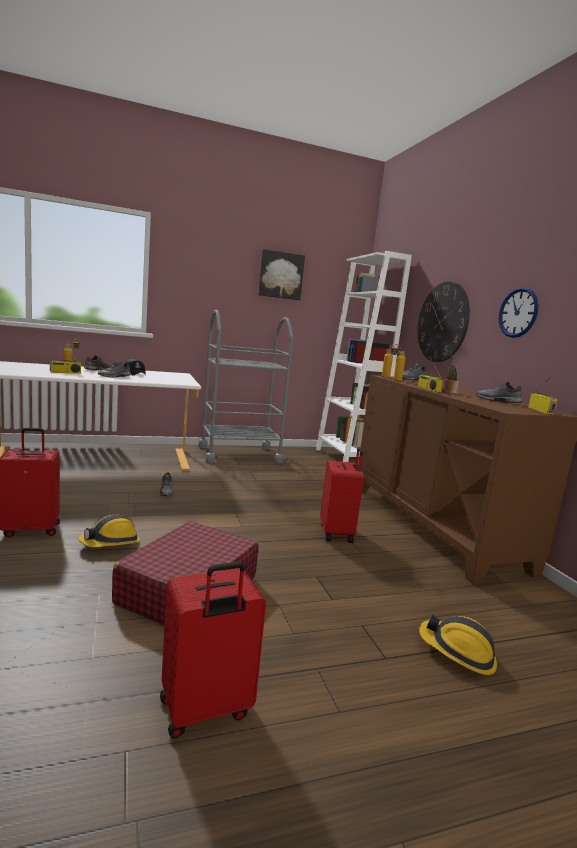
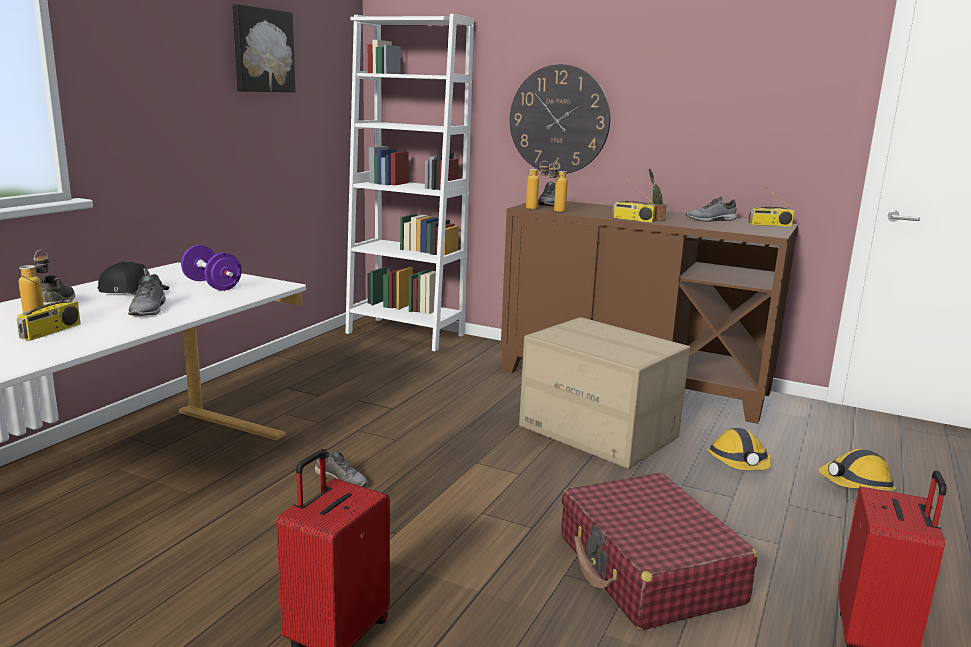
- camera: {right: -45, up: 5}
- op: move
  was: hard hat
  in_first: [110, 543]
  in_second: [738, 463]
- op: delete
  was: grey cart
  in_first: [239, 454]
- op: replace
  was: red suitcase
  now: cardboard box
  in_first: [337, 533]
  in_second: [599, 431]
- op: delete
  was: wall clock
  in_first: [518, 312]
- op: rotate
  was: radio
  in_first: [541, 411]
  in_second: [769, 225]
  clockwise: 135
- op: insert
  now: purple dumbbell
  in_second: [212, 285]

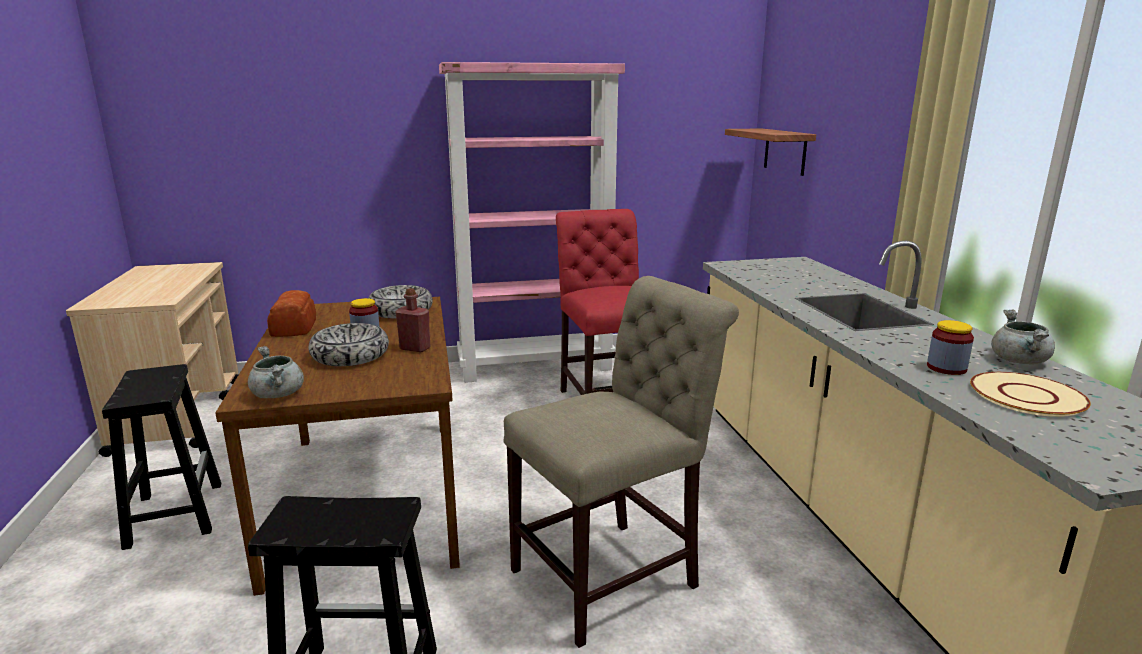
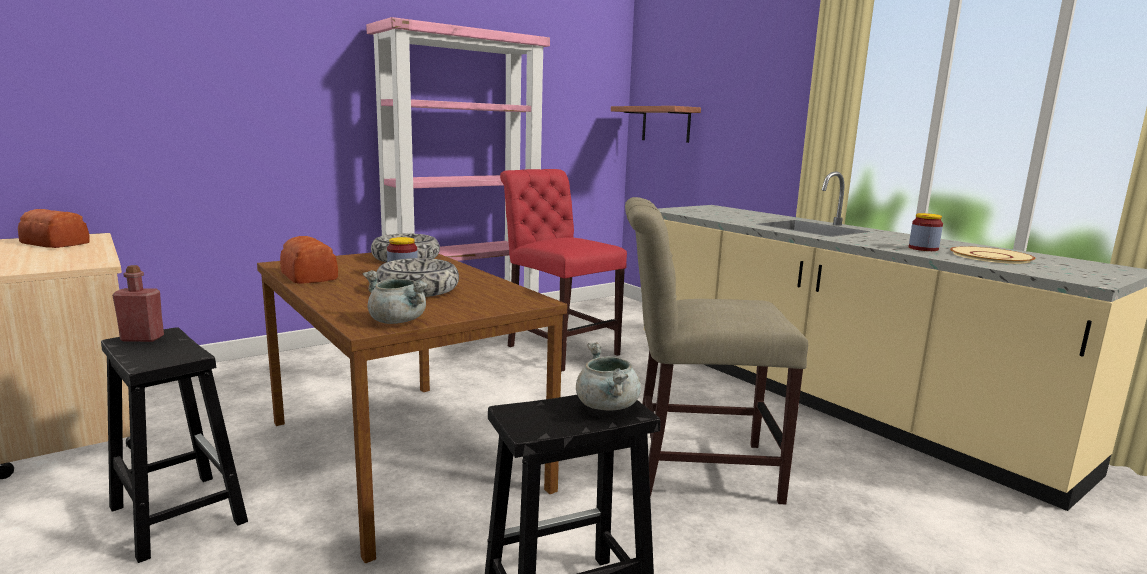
- camera: {right: -25, up: -5}
- op: move
  was: red bottle
  in_first: [415, 348]
  in_second: [142, 338]
- op: rotate
  was: beige chair
  in_first: [613, 575]
  in_second: [693, 468]
  clockwise: -120
- op: move
  was: grey cooking pot
  in_first: [1019, 361]
  in_second: [607, 406]
- op: insert
  now: bread
  in_second: [56, 243]

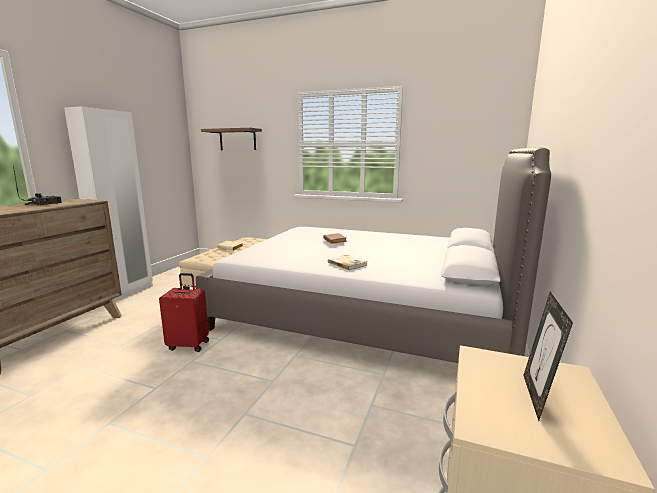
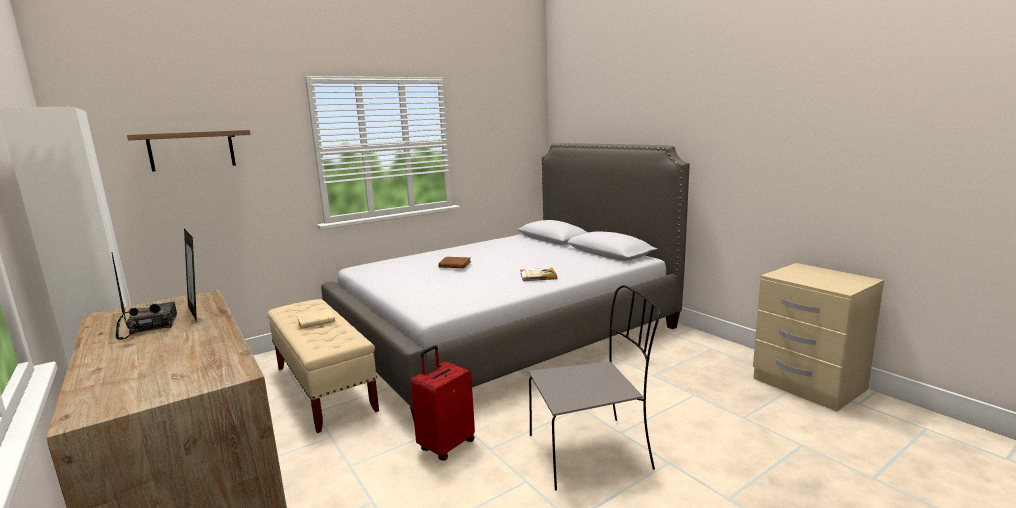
- camera: {right: -55, up: 0}
- op: move
  was: picture frame
  in_first: [537, 397]
  in_second: [197, 312]
- op: insert
  now: grey chair
  in_second: [592, 451]

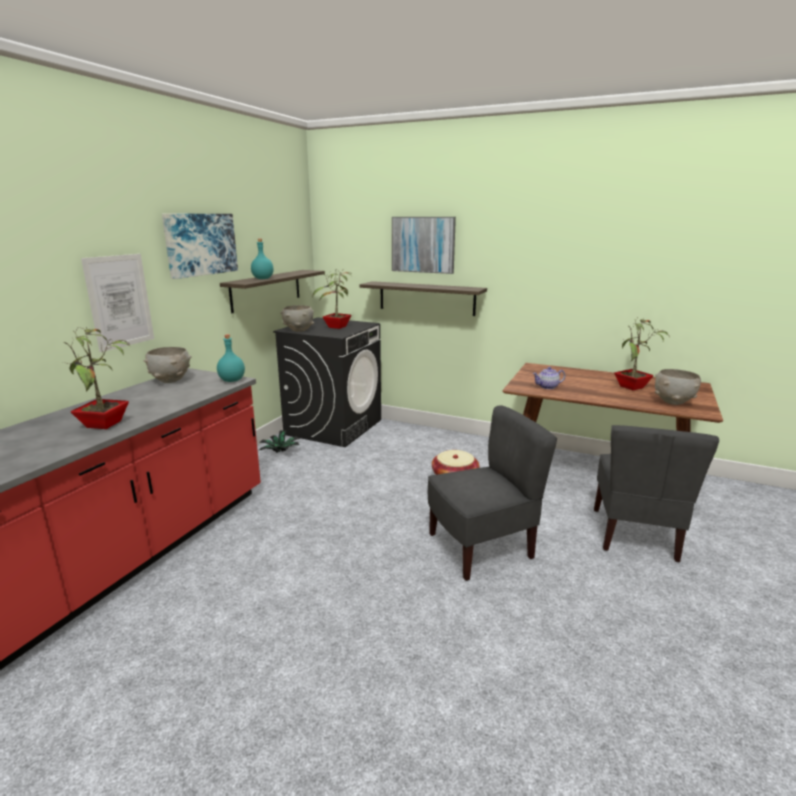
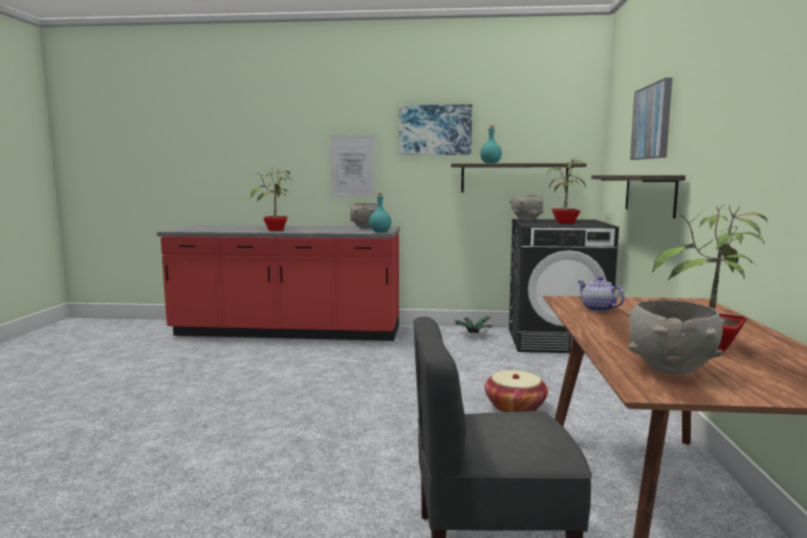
- camera: {right: 70, up: -10}
- op: delete
  was: grey chair
  in_first: [481, 547]

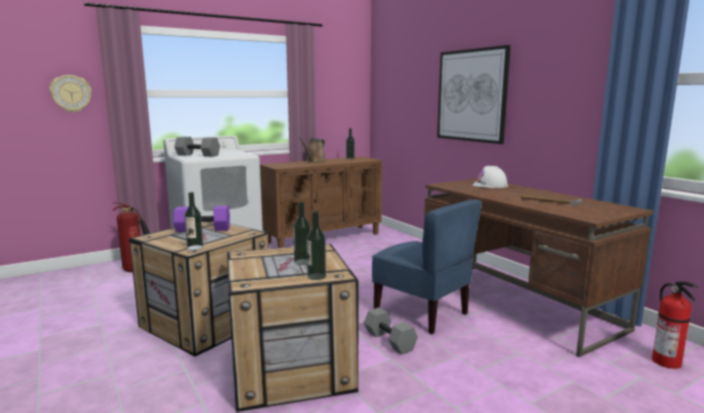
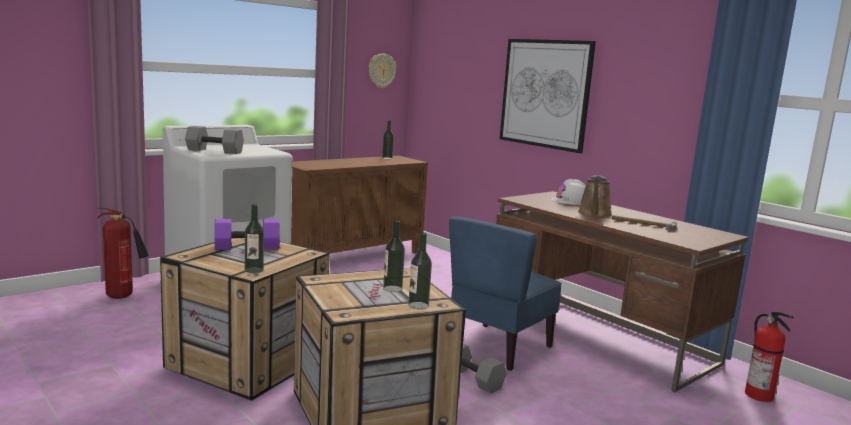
- camera: {right: -10, up: 0}
- op: move
  was: wall clock
  in_first: [71, 93]
  in_second: [381, 71]
- op: move
  was: brown watering can
  in_first: [314, 161]
  in_second: [594, 214]
- op: rotate
  was: blue chair
  in_first: [422, 313]
  in_second: [498, 347]
  clockwise: 90

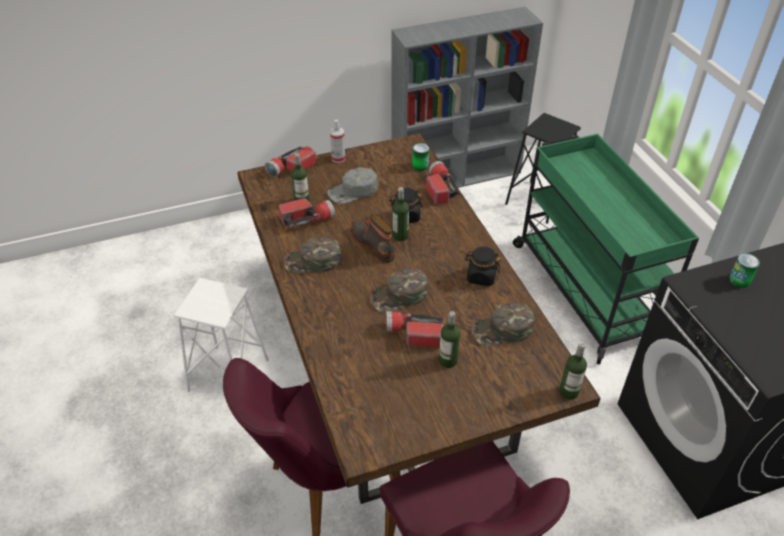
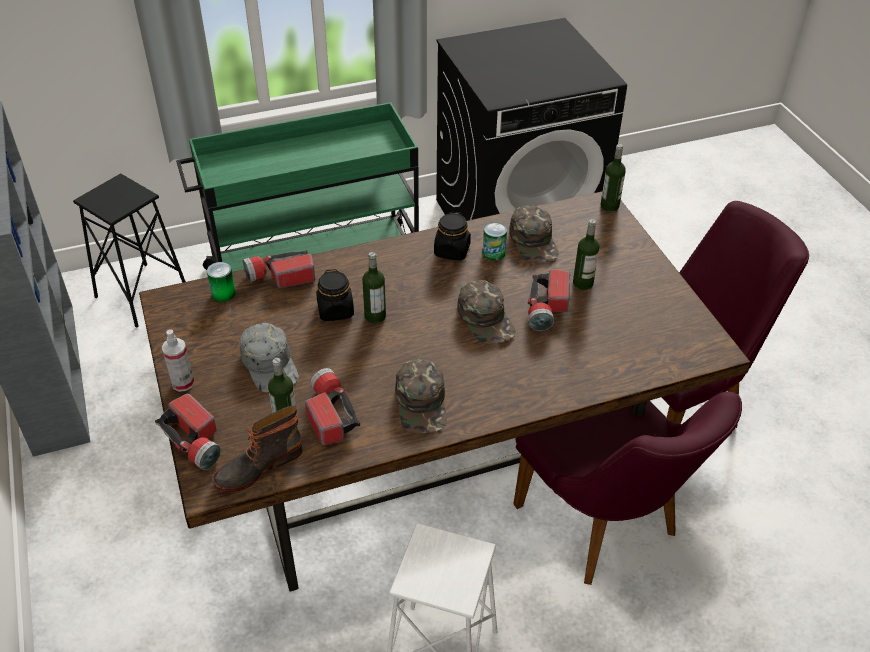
- camera: {right: -90, up: 0}
- op: move
  was: boot
  in_first: [373, 243]
  in_second: [257, 466]
- op: move
  was: can
  in_first: [739, 280]
  in_second: [493, 253]

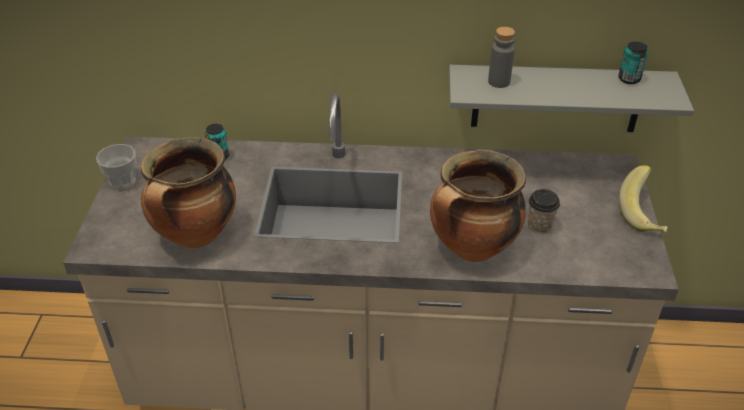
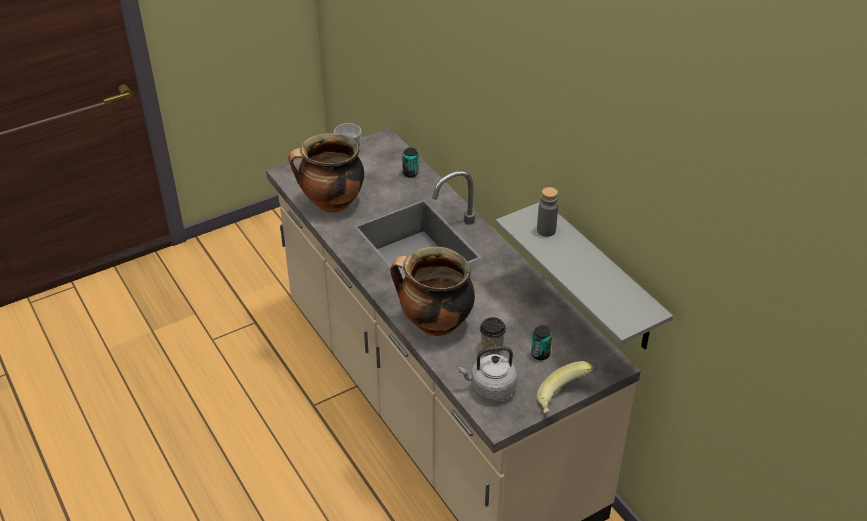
- camera: {right: 55, up: 0}
- op: move
  was: can
  in_first: [629, 79]
  in_second: [540, 354]
- op: insert
  now: grey kettle
  in_second: [490, 388]

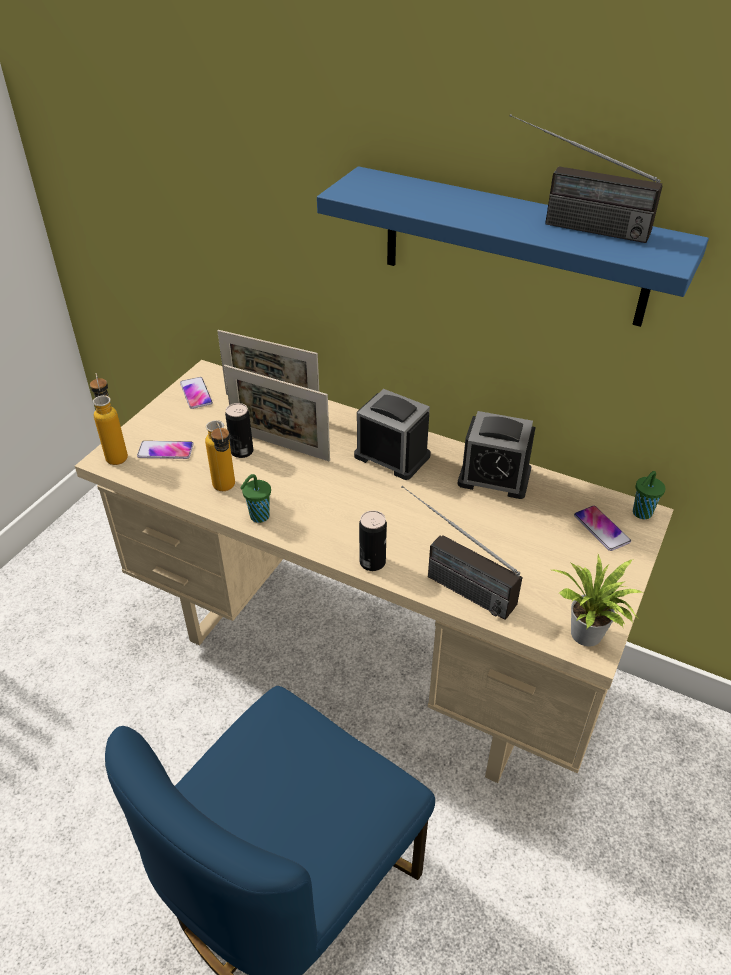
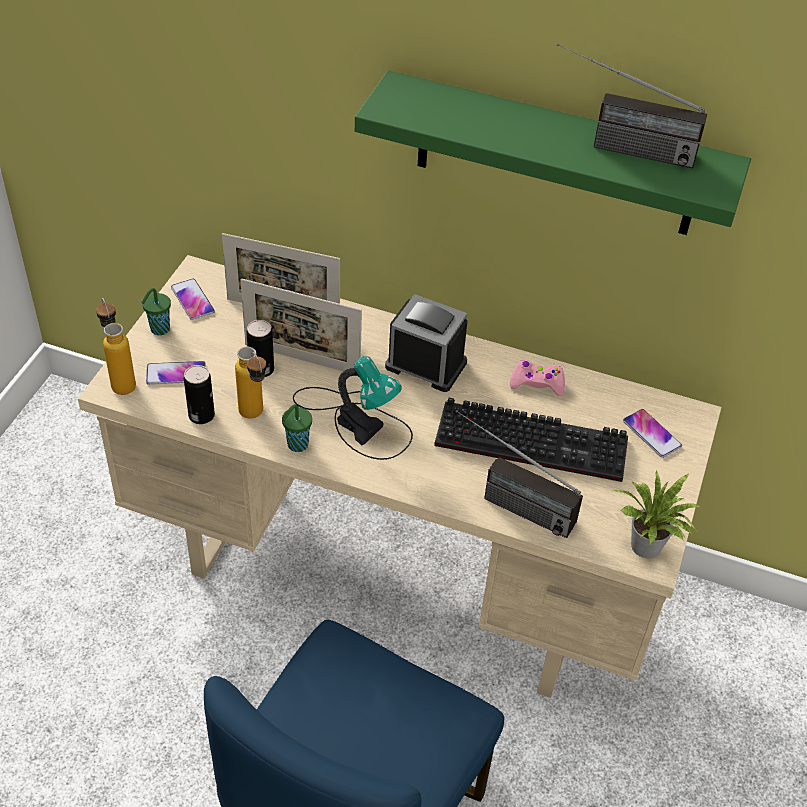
- camera: {right: -10, up: 5}
- op: recolor
  was: blue shelf
  now: green shelf
  in_first: [513, 247]
  in_second: [556, 156]
- op: move
  was: can
  in_first: [372, 562]
  in_second: [201, 415]
- op: replace
  was: alarm clock
  now: pink game controller
  in_first: [494, 477]
  in_second: [537, 383]
- op: move
  was: green cup
  in_first: [641, 513]
  in_second: [159, 330]
- op: insert
  now: table lamp
  in_second: [357, 420]
- op: insert
  now: keyboard
  in_second: [535, 441]

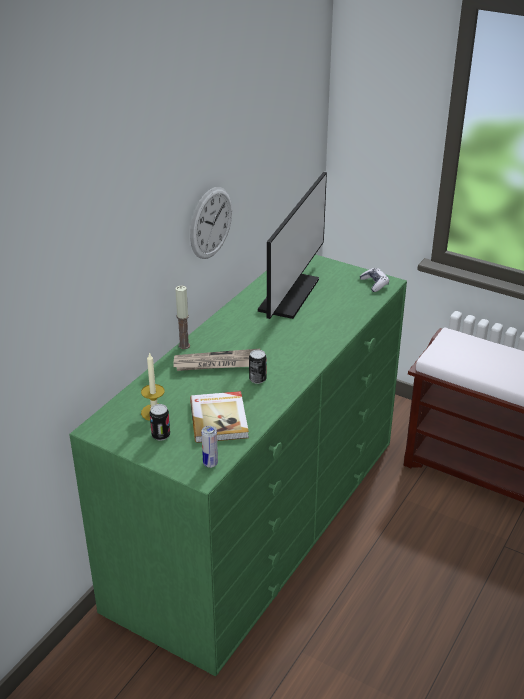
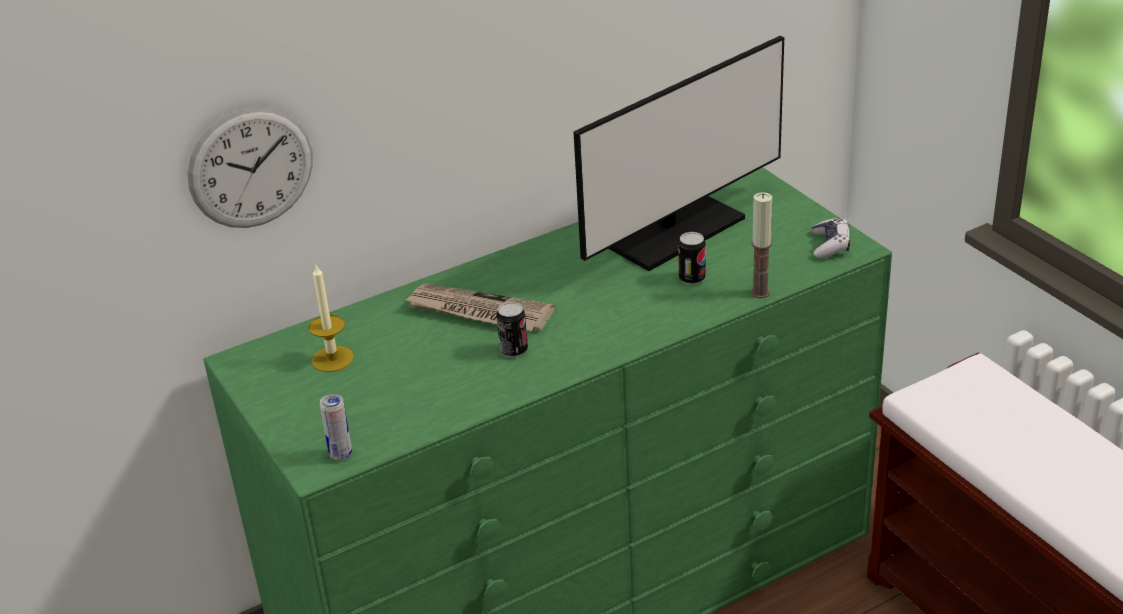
- camera: {right: 30, up: 0}
- op: move
  was: can
  in_first: [161, 435]
  in_second: [692, 278]
- op: move
  was: candle
  in_first: [184, 346]
  in_second: [760, 292]
- op: move
  was: wall clock
  in_first: [211, 223]
  in_second: [251, 168]
- op: delete
  was: book
  in_first: [219, 419]

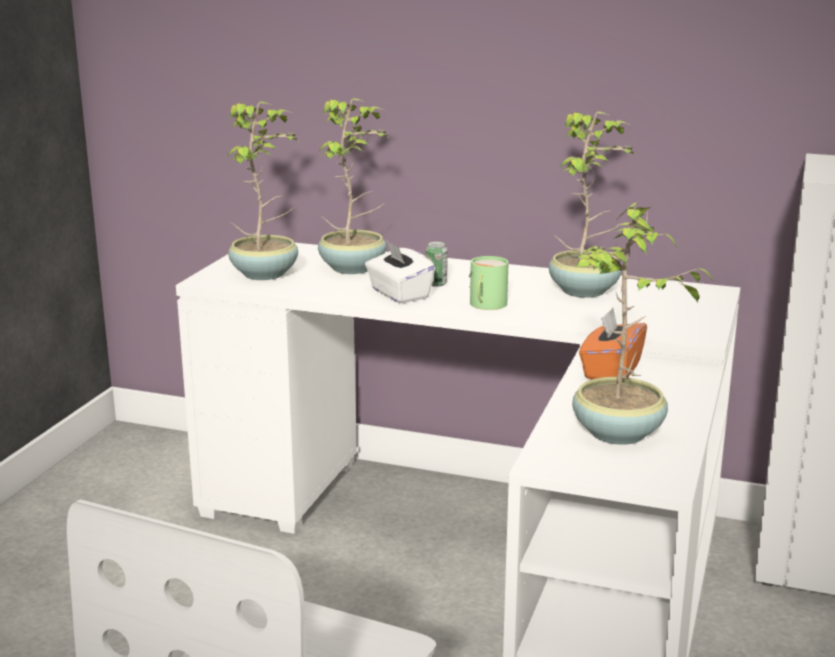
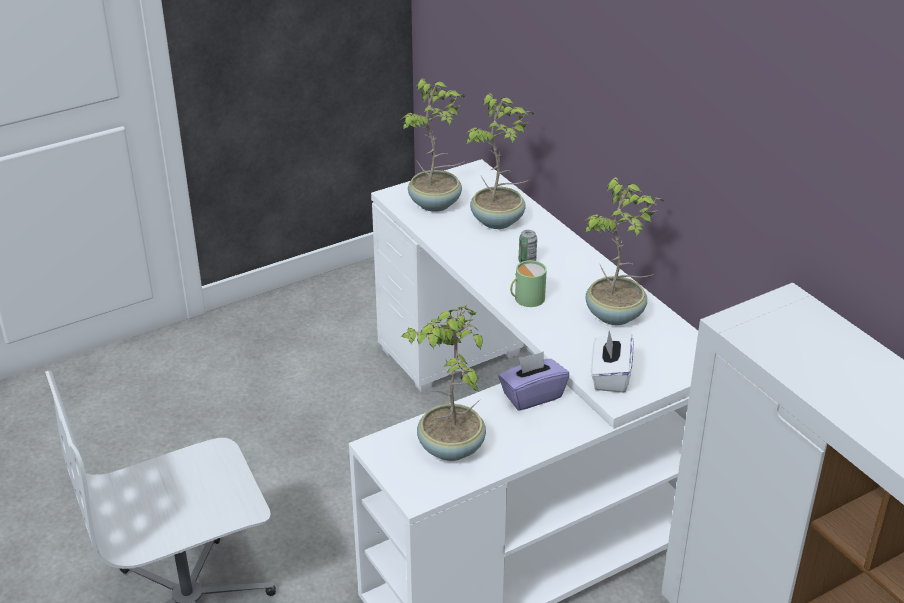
- camera: {right: 40, up: 15}
- op: move
  was: white tissue box
  in_first: [399, 294]
  in_second: [610, 376]
- op: recolor
  was: orange tissue box
  now: purple tissue box
  in_first: [611, 371]
  in_second: [532, 396]

